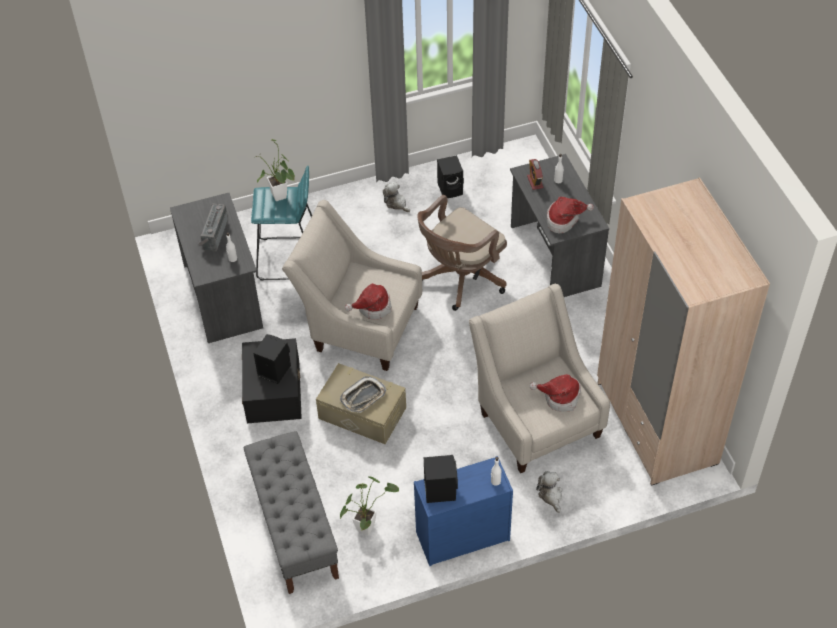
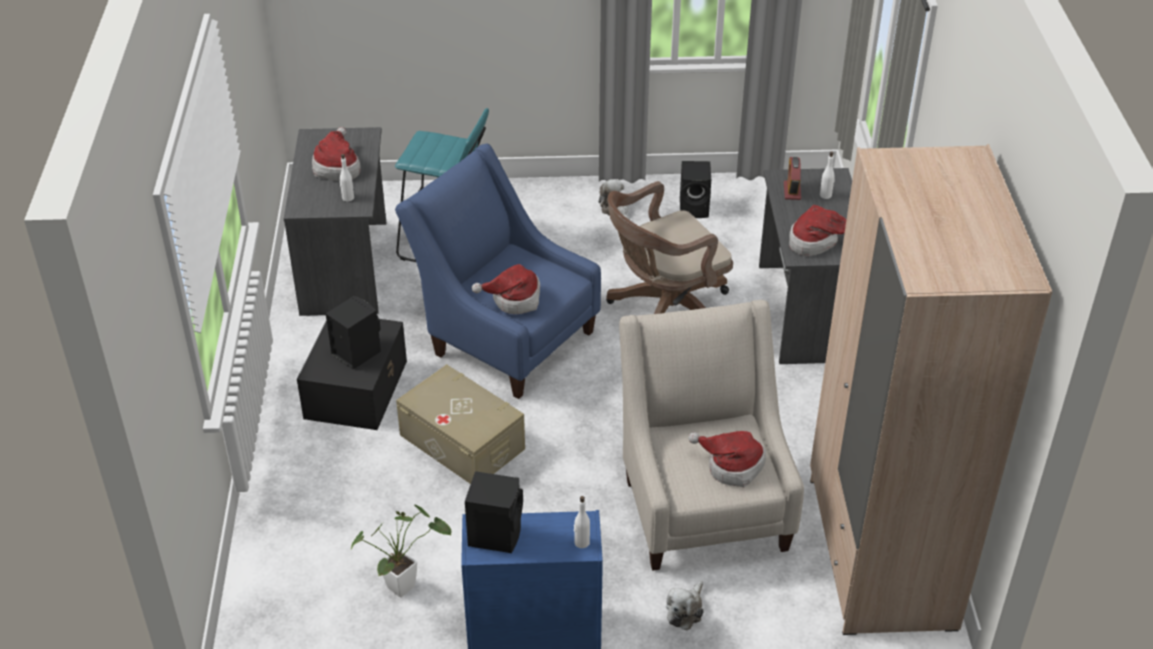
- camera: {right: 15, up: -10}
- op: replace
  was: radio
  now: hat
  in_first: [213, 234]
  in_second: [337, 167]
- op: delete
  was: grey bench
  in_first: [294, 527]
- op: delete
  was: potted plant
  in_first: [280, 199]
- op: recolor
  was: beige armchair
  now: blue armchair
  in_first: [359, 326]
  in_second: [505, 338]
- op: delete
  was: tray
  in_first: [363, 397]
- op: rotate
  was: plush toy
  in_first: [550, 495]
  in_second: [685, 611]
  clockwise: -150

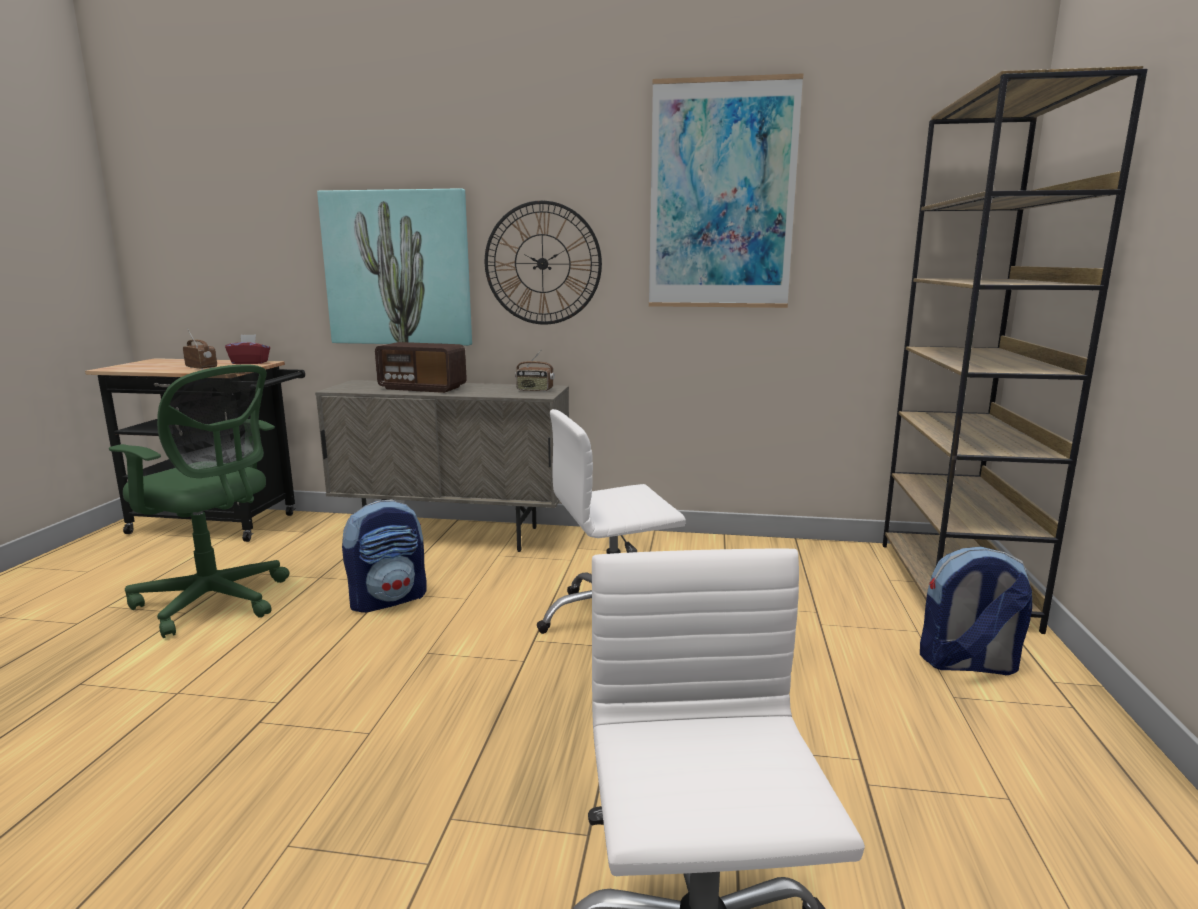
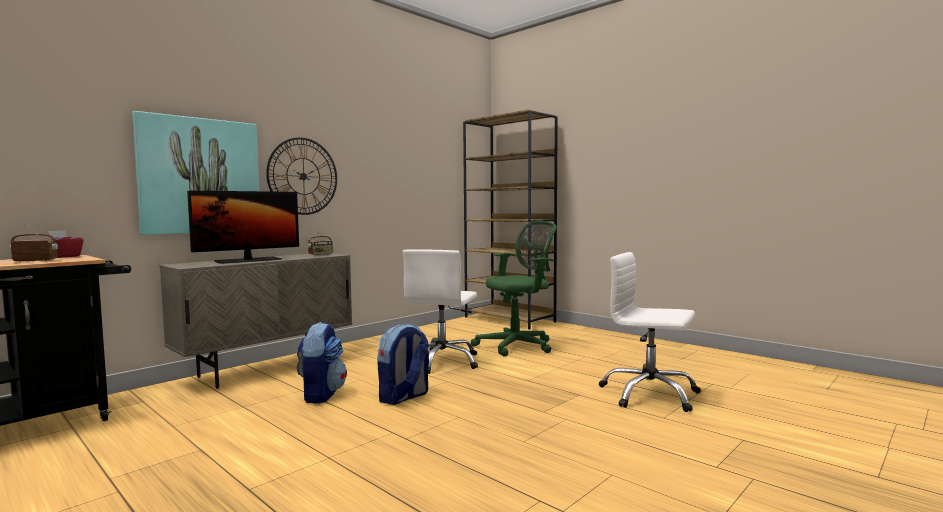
- camera: {right: -55, up: -10}
- op: move
  was: green office chair
  in_first: [216, 602]
  in_second: [518, 346]
- op: replace
  was: radio
  now: monitor
  in_first: [422, 388]
  in_second: [248, 260]
- op: delete
  was: picture
  in_first: [721, 196]
- op: move
  was: backpack
  in_first: [967, 664]
  in_second: [403, 397]

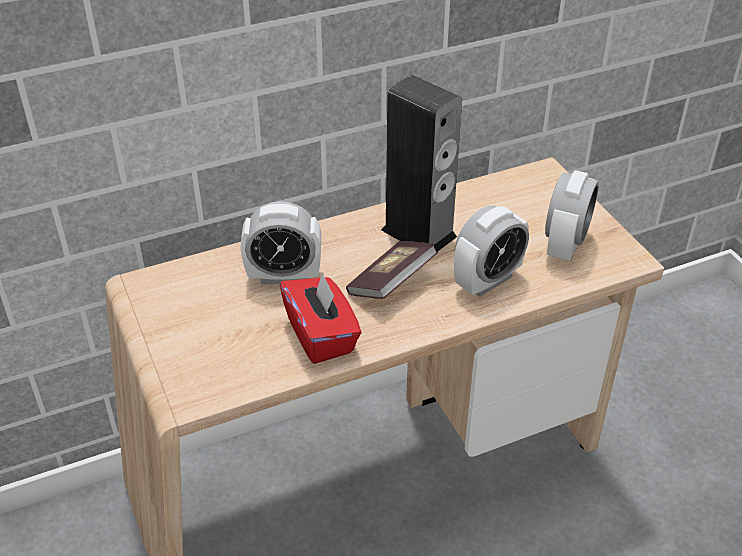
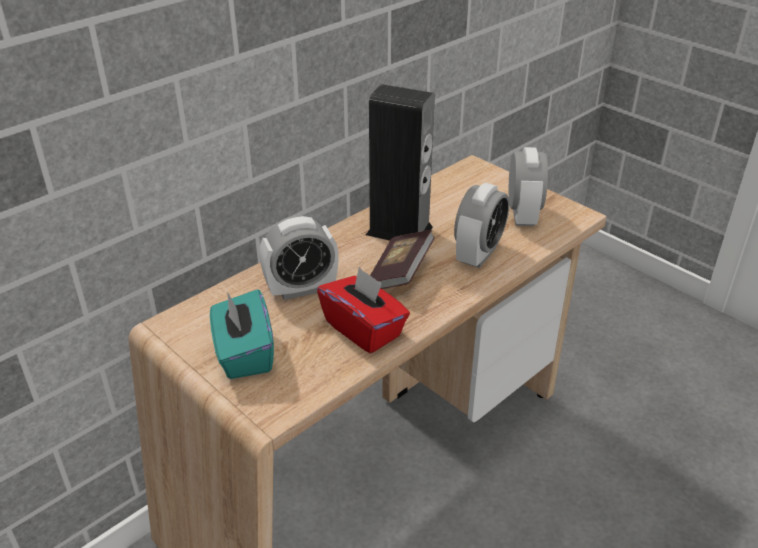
- camera: {right: -20, up: -5}
- op: insert
  now: turquoise tissue box
  in_second: [244, 354]

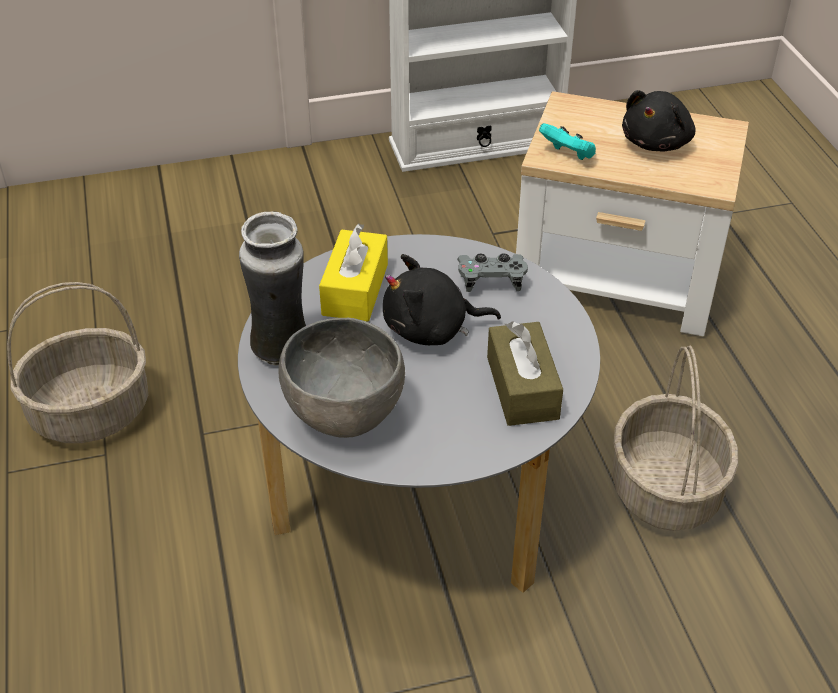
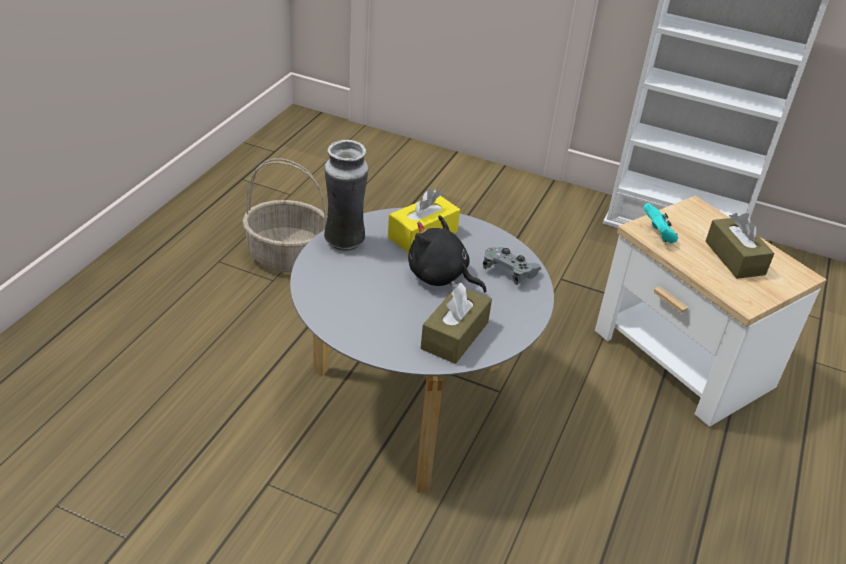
- camera: {right: 35, up: -5}
- op: delete
  was: grey bowl
  in_first: [345, 416]
- op: delete
  was: basket
  in_first: [667, 490]
- op: replace
  was: black plush toy
  now: brown tissue box
  in_first: [657, 142]
  in_second: [734, 258]

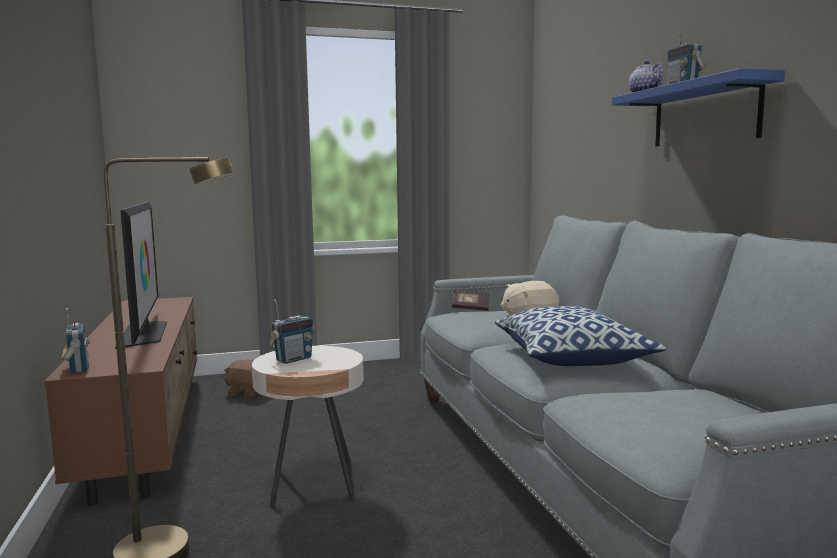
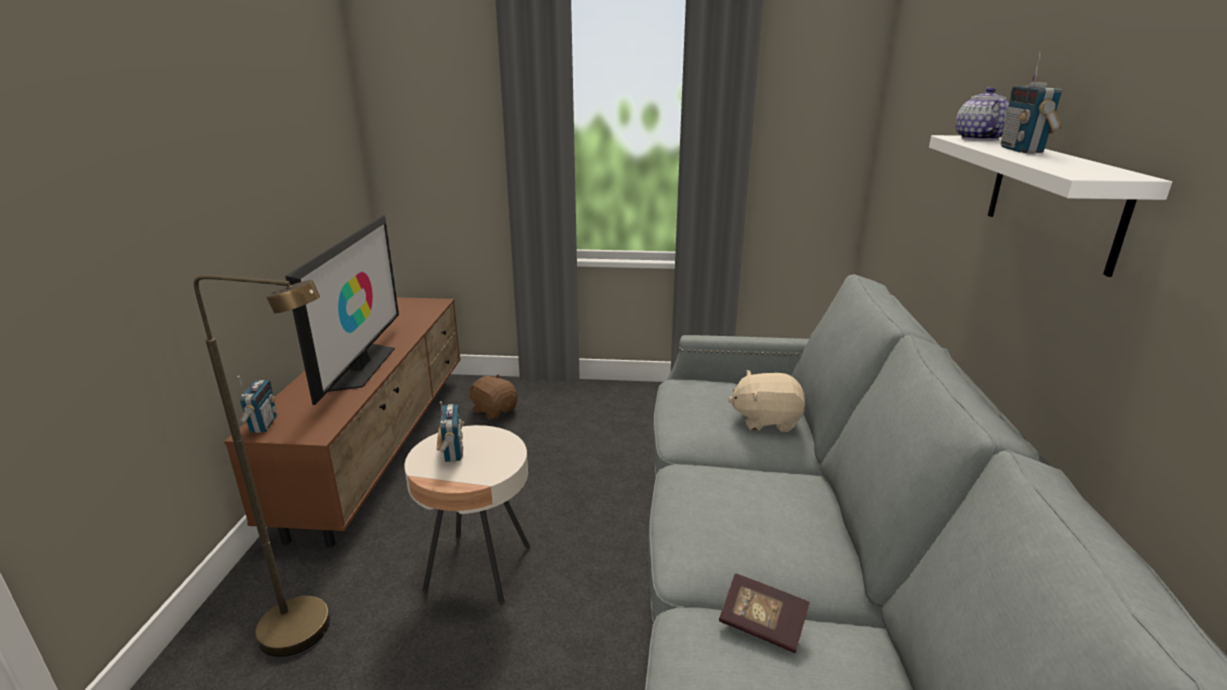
- camera: {right: 20, up: 15}
- op: rotate
  was: radio
  in_first: [293, 359]
  in_second: [452, 453]
  clockwise: -75
- op: move
  was: book
  in_first: [470, 308]
  in_second: [762, 625]
- op: delete
  was: pillow
  in_first: [572, 358]
- op: recolor
  was: blue shelf
  now: white shelf
  in_first: [704, 114]
  in_second: [1052, 198]

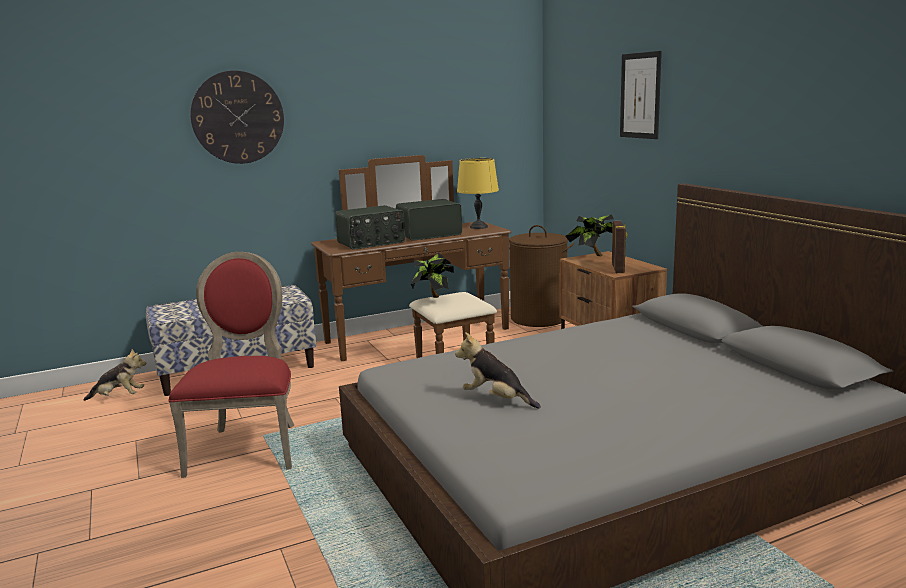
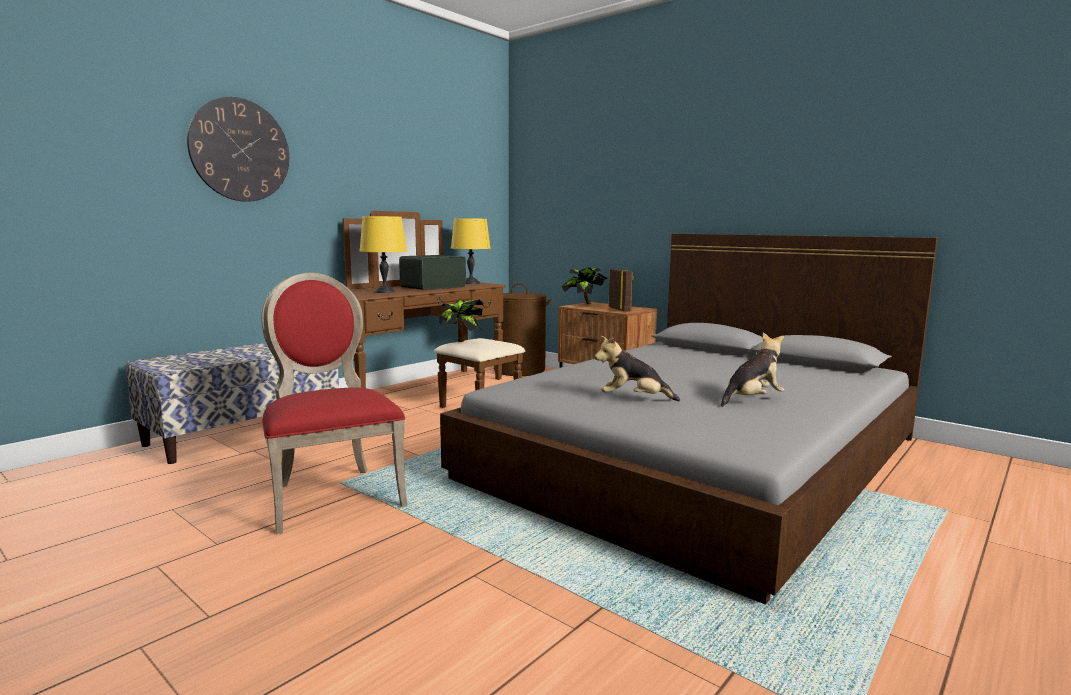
- camera: {right: -25, up: -5}
- op: move
  was: plush toy
  in_first: [119, 397]
  in_second: [752, 400]
- op: replace
  was: radio
  now: yellow table lamp
  in_first: [371, 243]
  in_second: [385, 291]
- op: delete
  was: picture
  in_first: [640, 95]

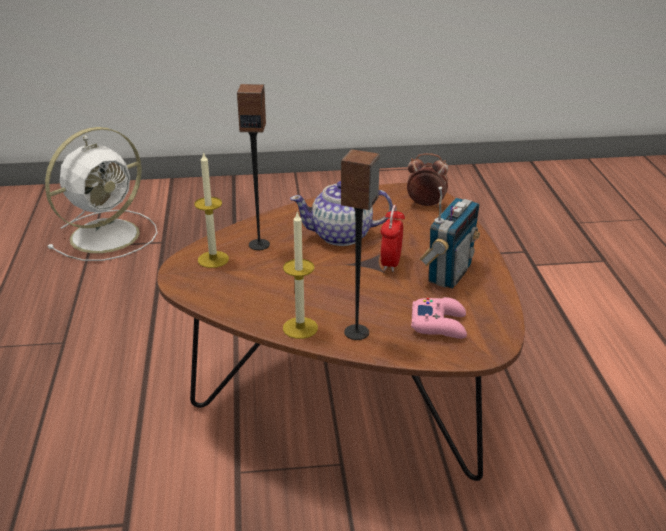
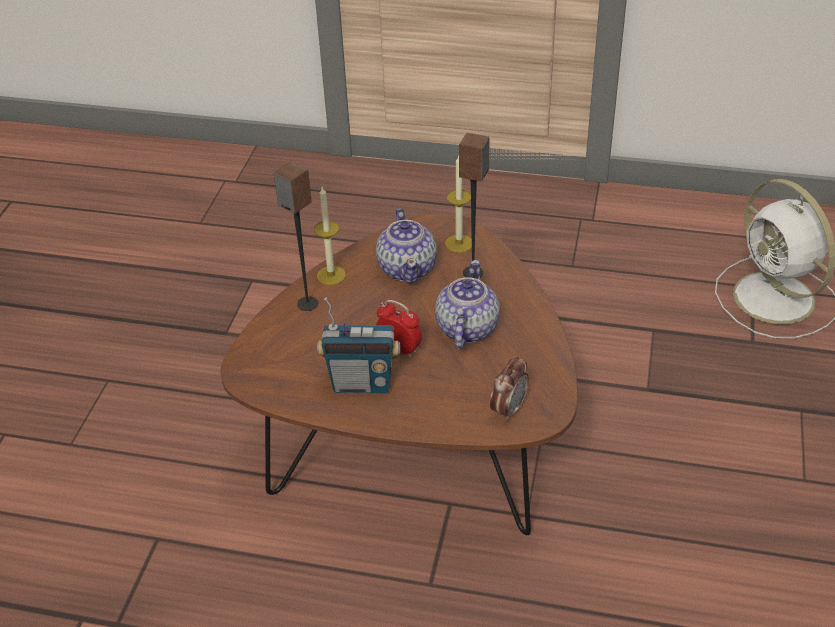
- camera: {right: 110, up: 10}
- op: delete
  was: pink game controller
  in_first: [439, 324]
- op: rotate
  was: radio
  in_first: [448, 274]
  in_second: [362, 383]
  clockwise: -45
- op: insert
  now: teapot
  in_second: [407, 268]

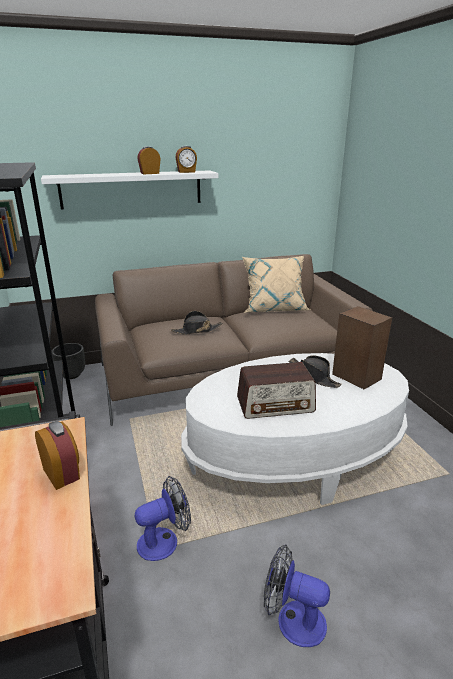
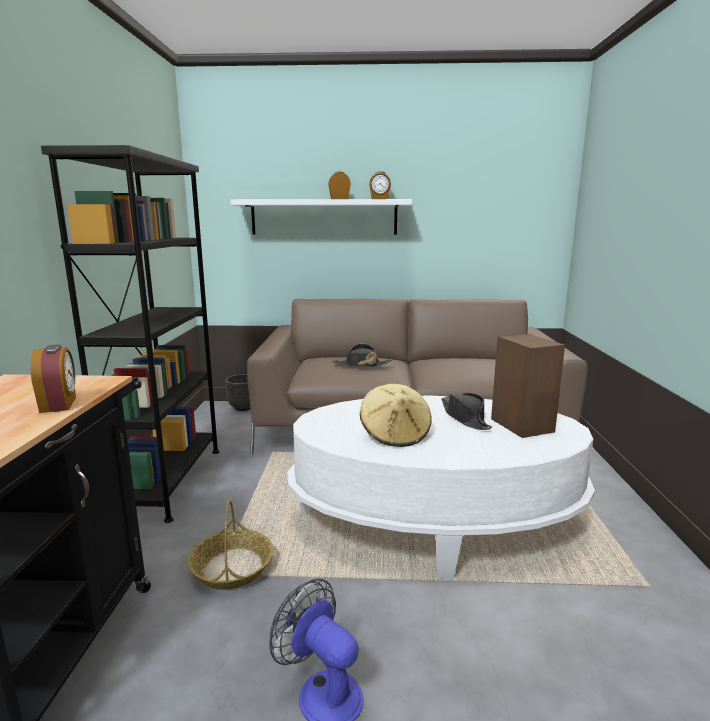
- camera: {right: 20, up: -10}
- op: replace
  was: fan
  now: basket
  in_first: [164, 540]
  in_second: [231, 568]
- op: replace
  was: radio
  now: beige hat
  in_first: [275, 405]
  in_second: [395, 435]
- op: delete
  was: beige pillow
  in_first: [274, 308]

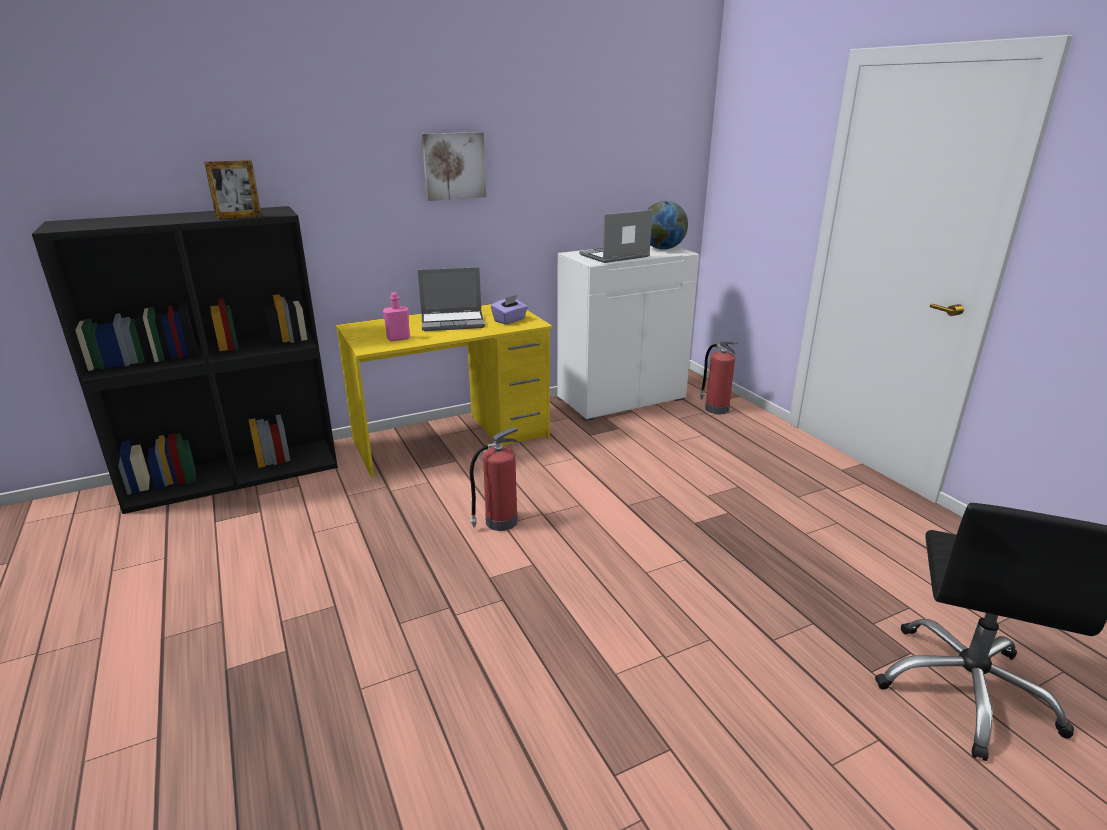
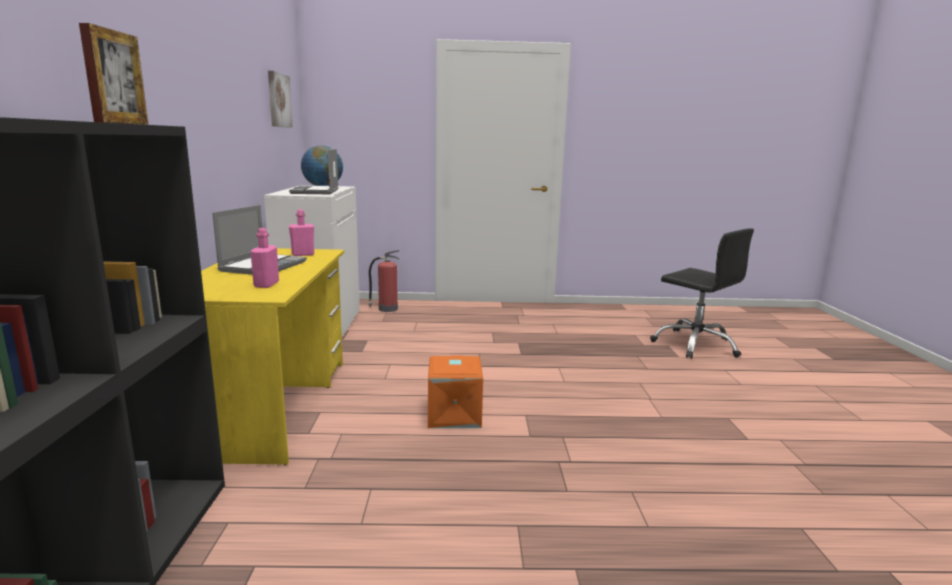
- camera: {right: -65, up: -10}
- op: move
  was: picture
  in_first: [454, 166]
  in_second: [278, 100]
- op: replace
  was: fire extinguisher
  now: orange storage box
  in_first: [499, 522]
  in_second: [453, 415]
- op: replace
  was: purple tissue box
  now: pink bottle
  in_first: [510, 320]
  in_second: [303, 254]

